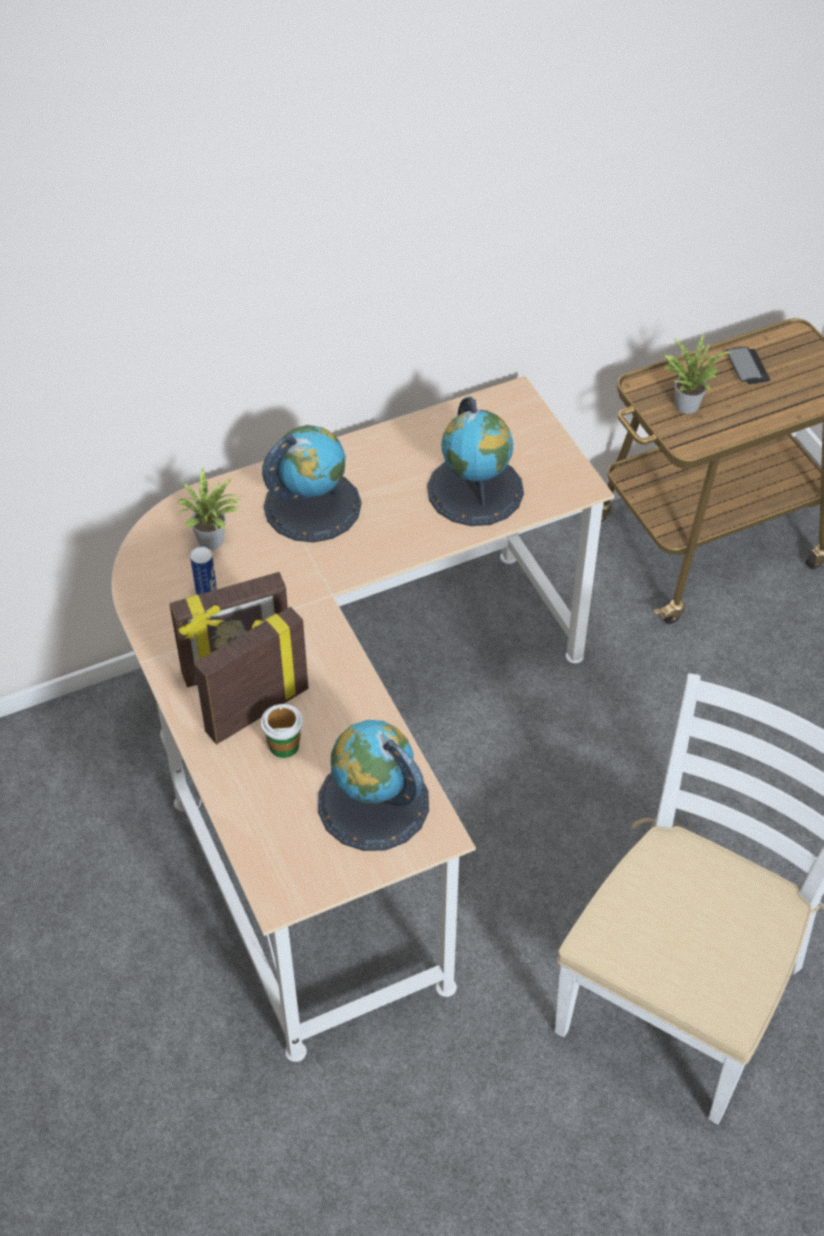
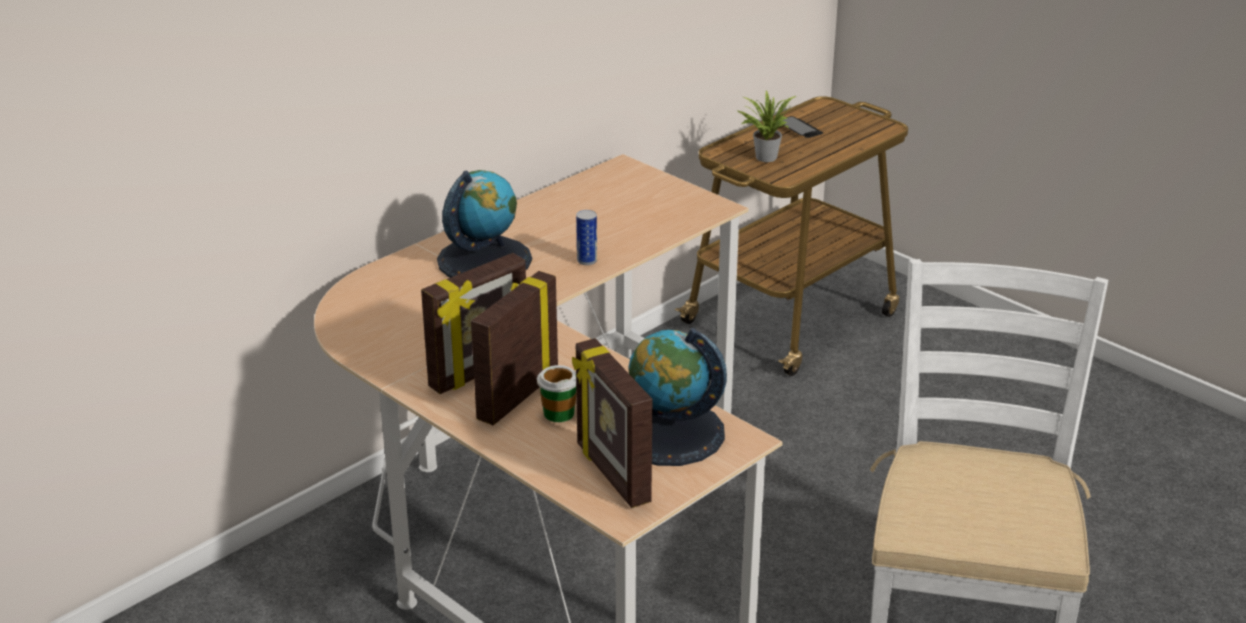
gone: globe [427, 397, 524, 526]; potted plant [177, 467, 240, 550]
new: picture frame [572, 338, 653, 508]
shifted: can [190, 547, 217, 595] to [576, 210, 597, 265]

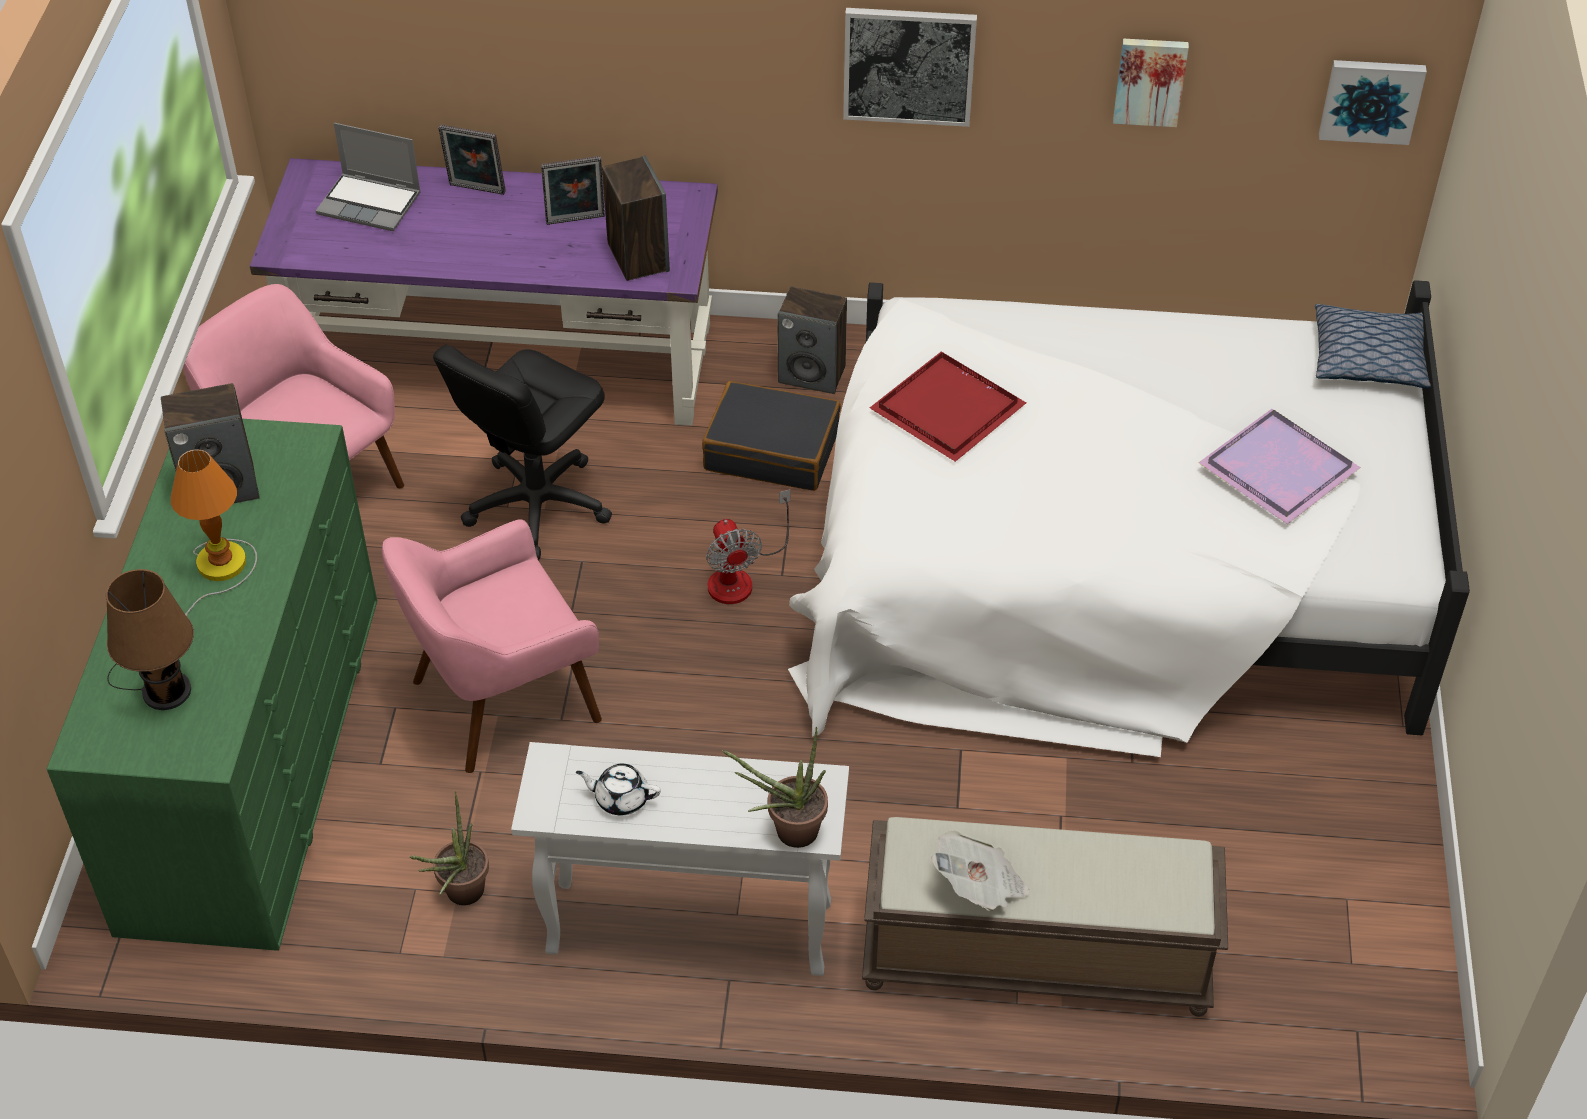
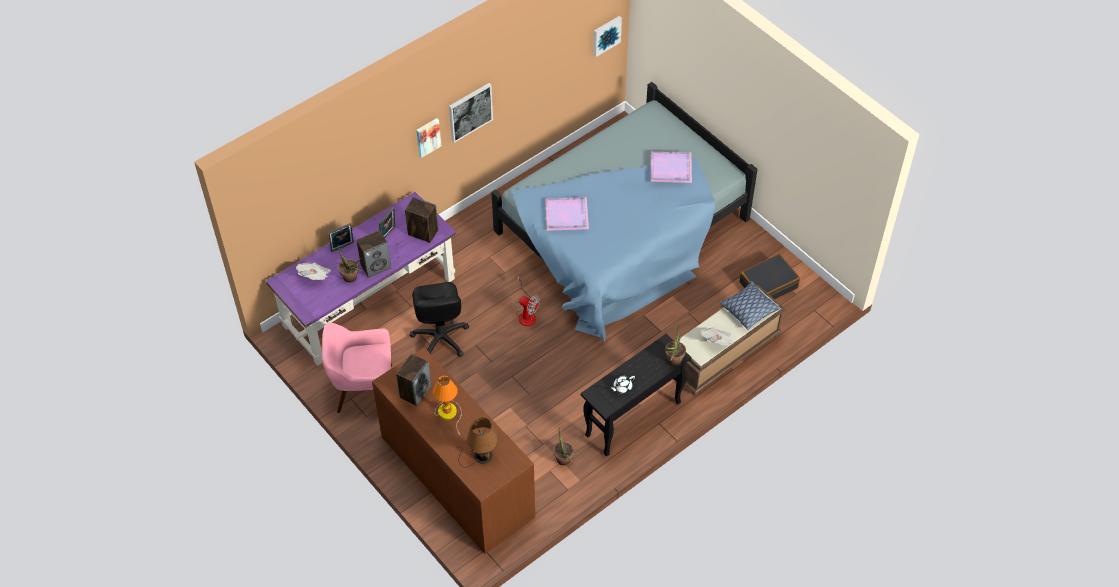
gone: armchair (pink) [382, 519, 602, 773]
new: potted plant [337, 244, 362, 283]
shifted: picture [1113, 39, 1189, 127] to [416, 118, 441, 158]; speaker [778, 287, 847, 394] to [356, 230, 391, 278]; pillow [1315, 304, 1431, 388] to [719, 281, 781, 330]; suitcase (black) [702, 381, 841, 491] to [739, 254, 800, 299]
swapped: laptop [316, 123, 421, 231] to newspaper [296, 263, 331, 280]
repainted: bed (white) [788, 280, 1470, 757] to bed (blue) [491, 82, 758, 342]; tray (red) [870, 352, 1026, 462] to tray (purple) [545, 197, 589, 231]; dresser (green) [47, 419, 377, 951] to dresser (brown) [372, 348, 535, 554]; console table (white) [511, 742, 849, 976] to console table (black) [581, 334, 692, 457]

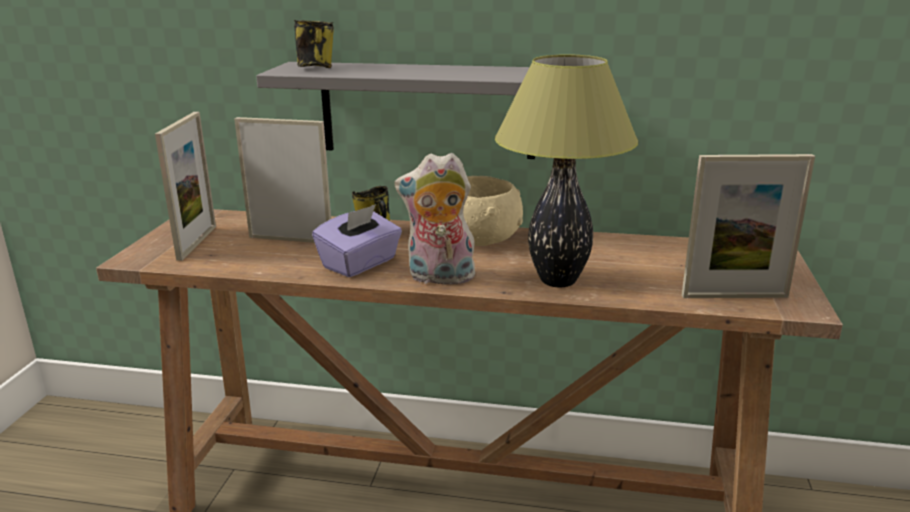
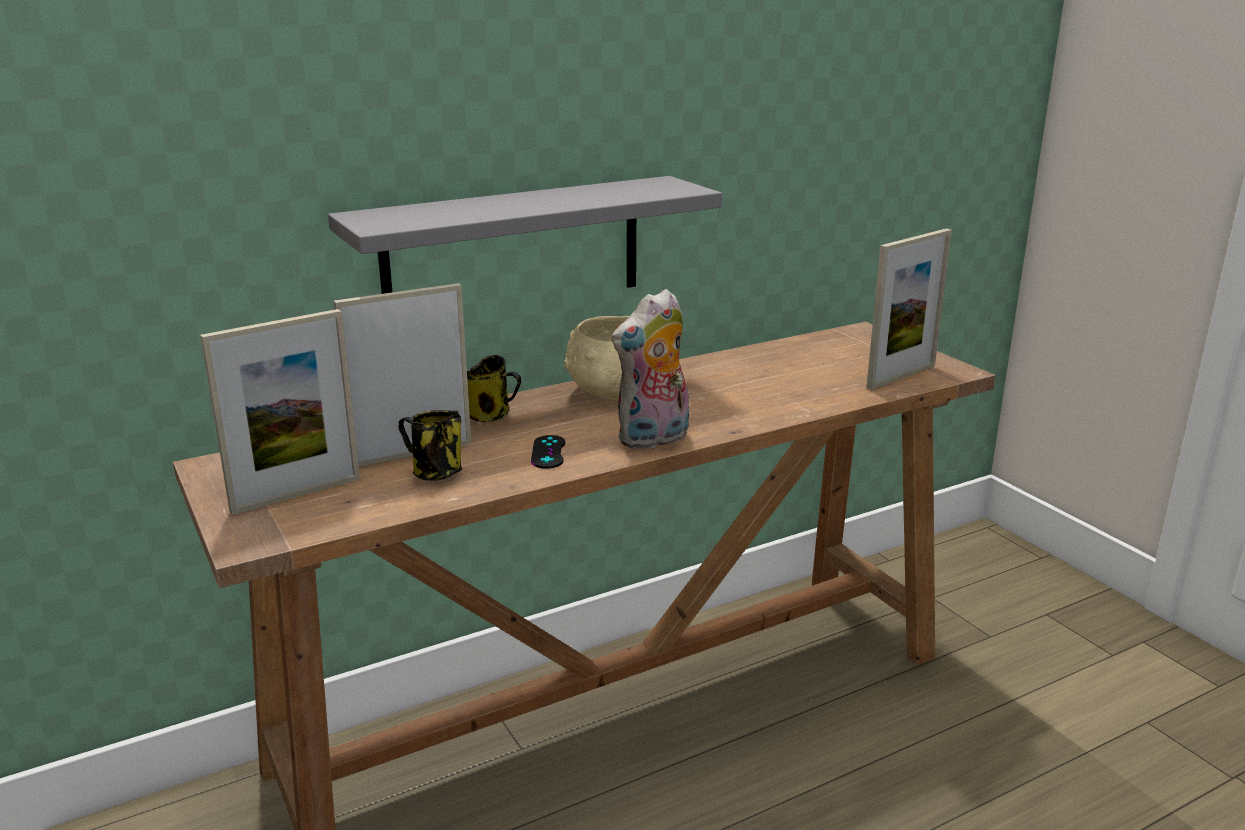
gone: table lamp [495, 54, 639, 287]
shifted: mug [294, 20, 334, 68] to [398, 410, 462, 481]
swapped: tissue box (purple) [312, 204, 402, 277] to game controller (black) [531, 435, 565, 469]
rotated: picture frame [155, 112, 216, 261] = [200, 309, 360, 515] 90 degrees clockwise

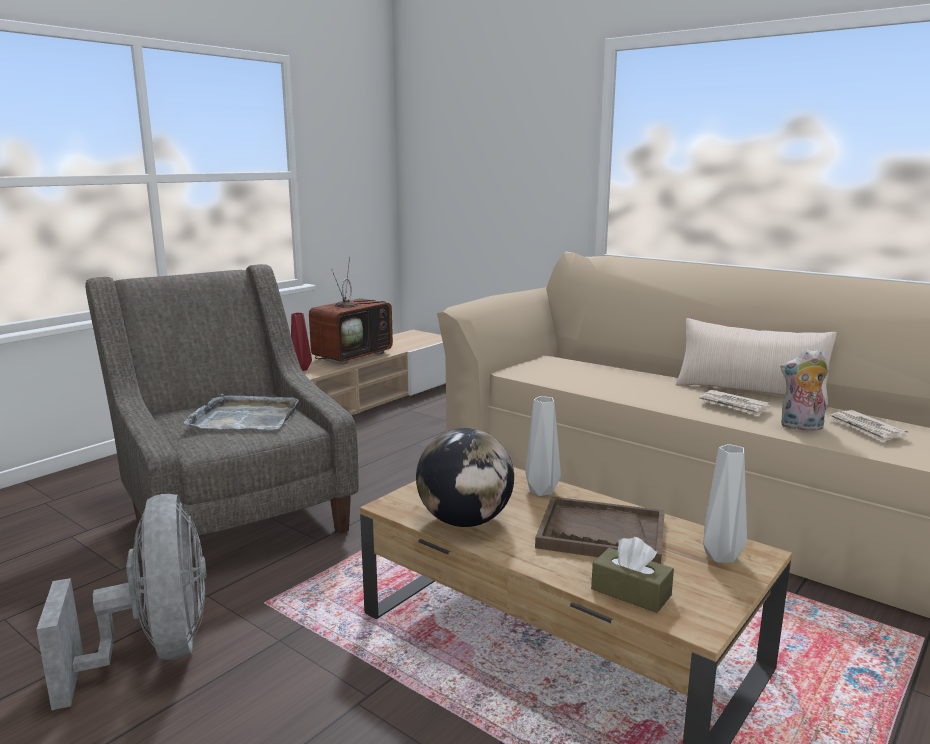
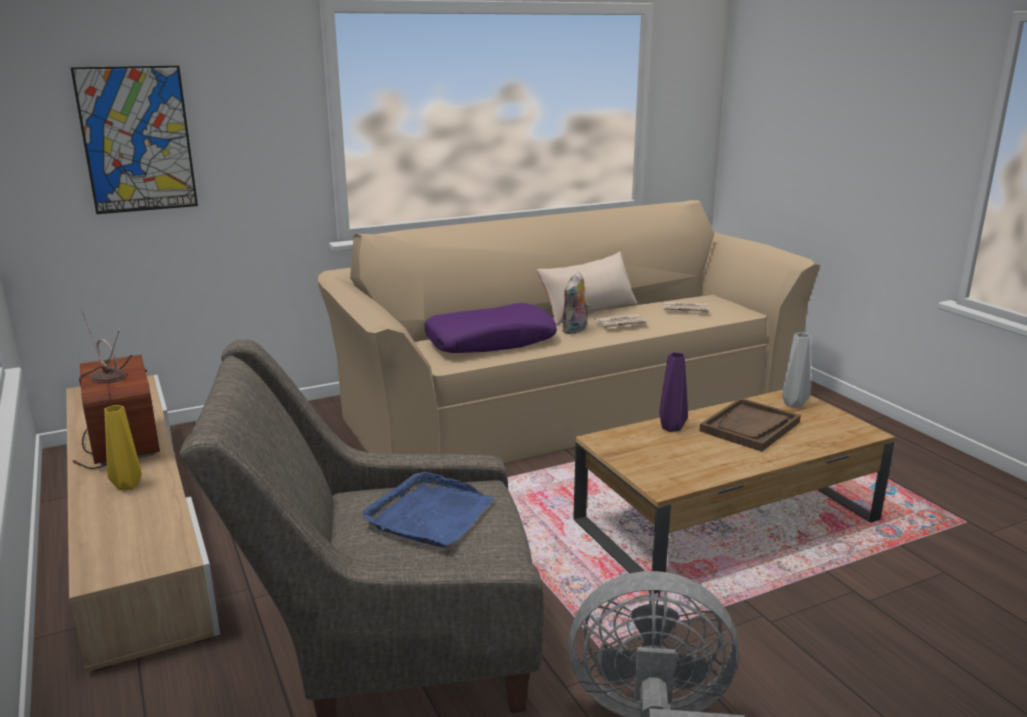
gone: globe [416, 428, 514, 527]; tissue box (brown) [591, 537, 674, 613]
new: picture [70, 66, 198, 214]; pillow (purple) [424, 303, 557, 353]
shifted: plush toy [780, 349, 829, 430] to [562, 272, 589, 334]
repainted: vase (red) [291, 313, 312, 371] to vase (yellow) [104, 405, 142, 491]; tray (grey) [184, 394, 299, 430] to tray (blue) [362, 472, 494, 548]; vase (grey) [525, 396, 561, 496] to vase (purple) [659, 352, 688, 432]

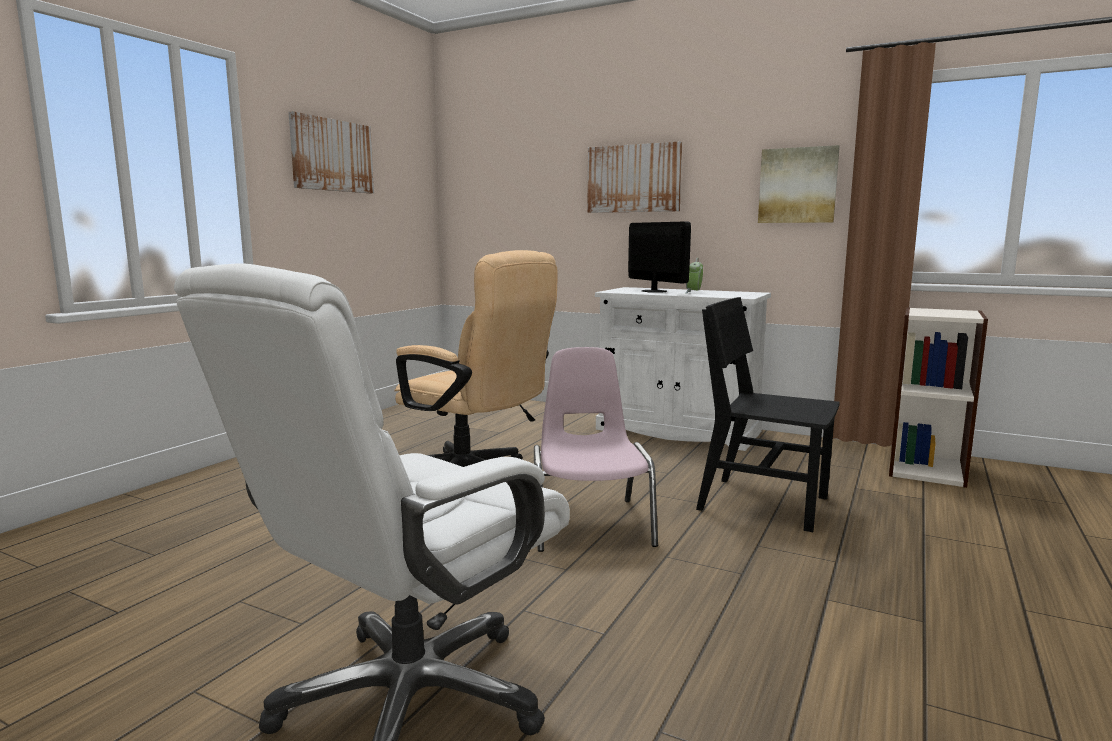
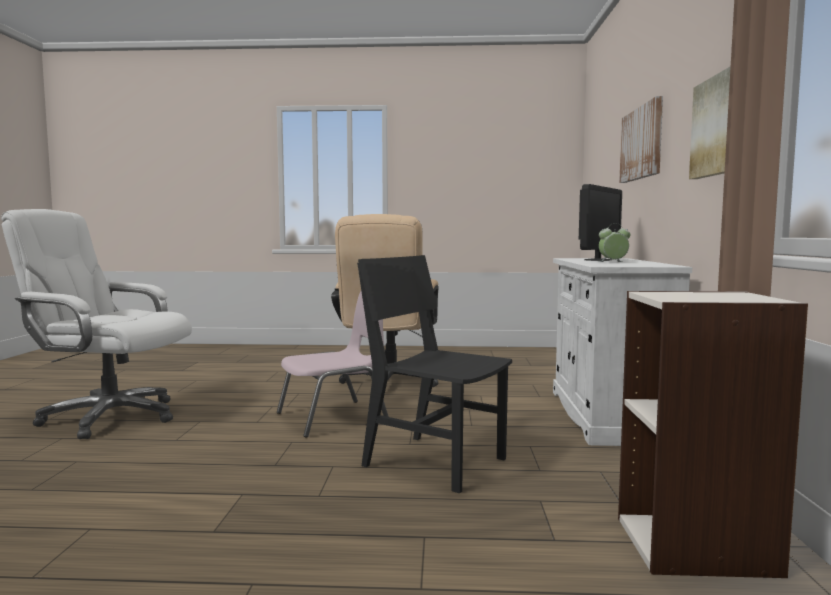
gone: picture [289, 111, 374, 193]
rotated: chair (black) [696, 297, 840, 532] = [357, 255, 512, 494] 60 degrees counterclockwise

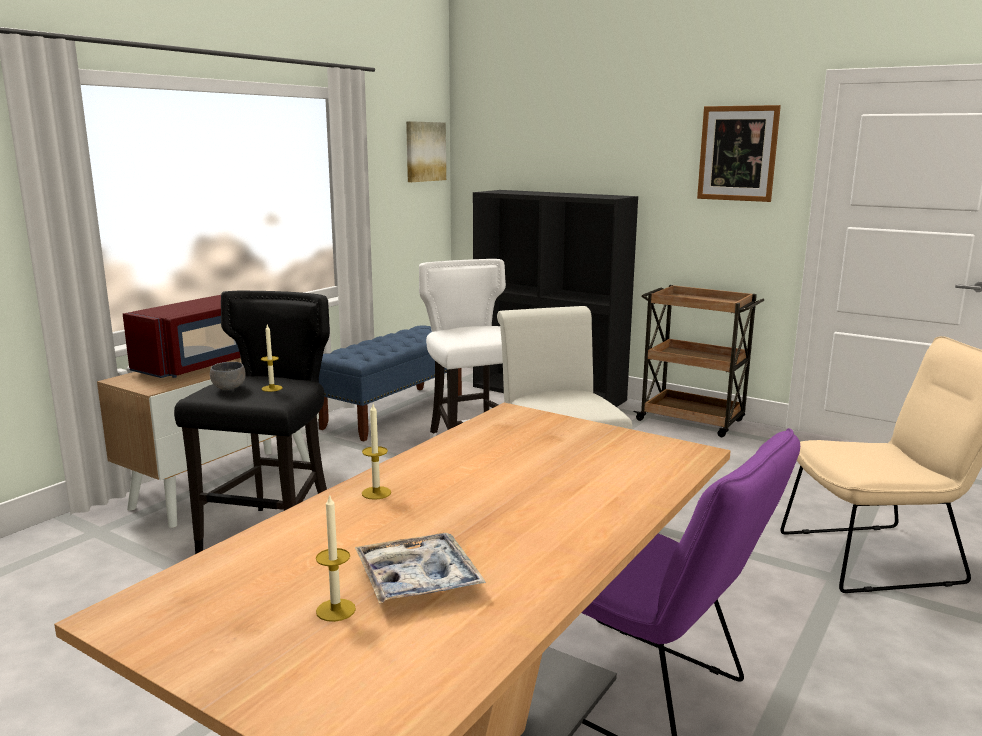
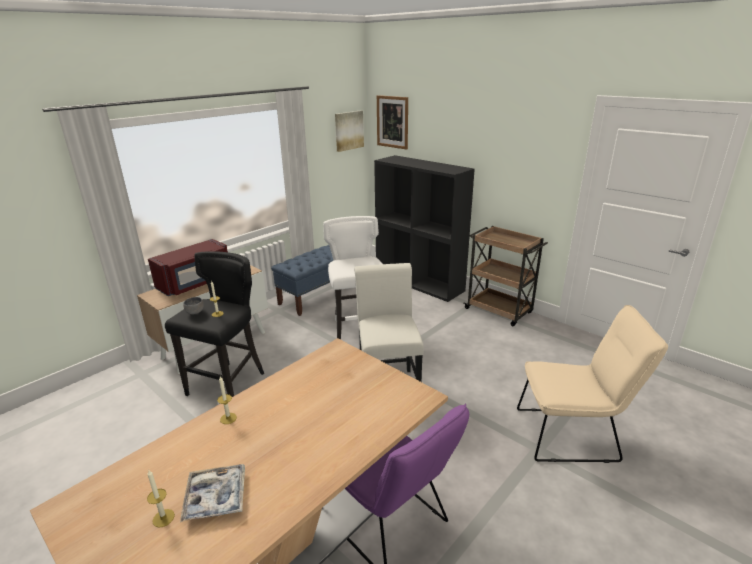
shifted: picture [697, 105, 781, 202] to [377, 95, 408, 150]

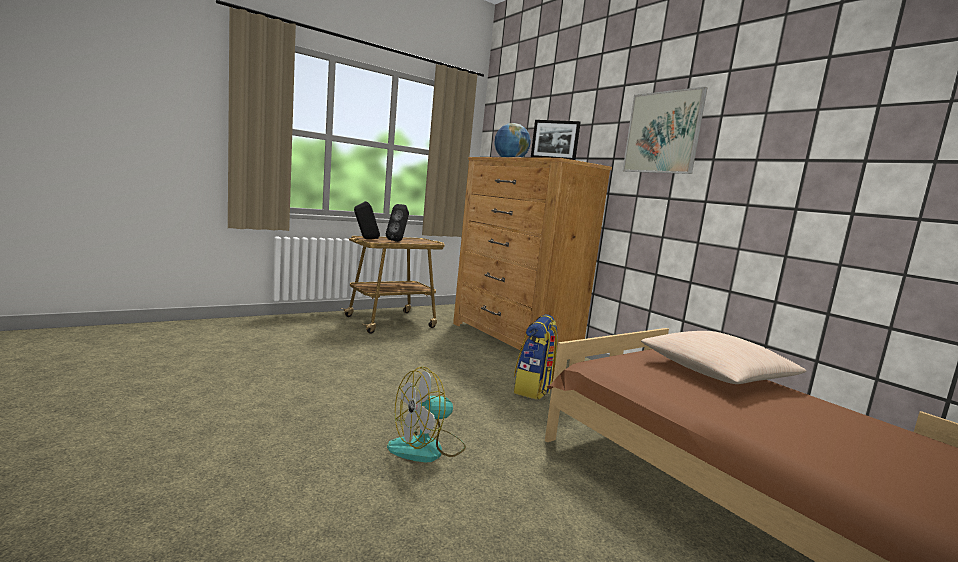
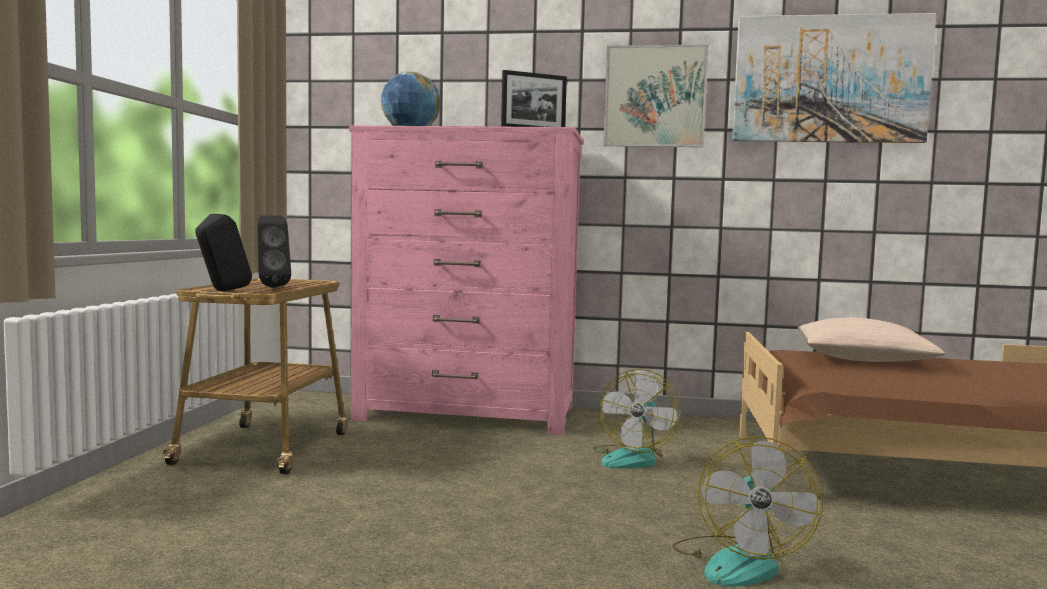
new: picture [732, 13, 936, 143]
swapped: backpack [514, 314, 558, 400] to fan [593, 369, 681, 469]
repainted: dresser (brown) [453, 157, 612, 350] to dresser (pink) [349, 126, 584, 435]

